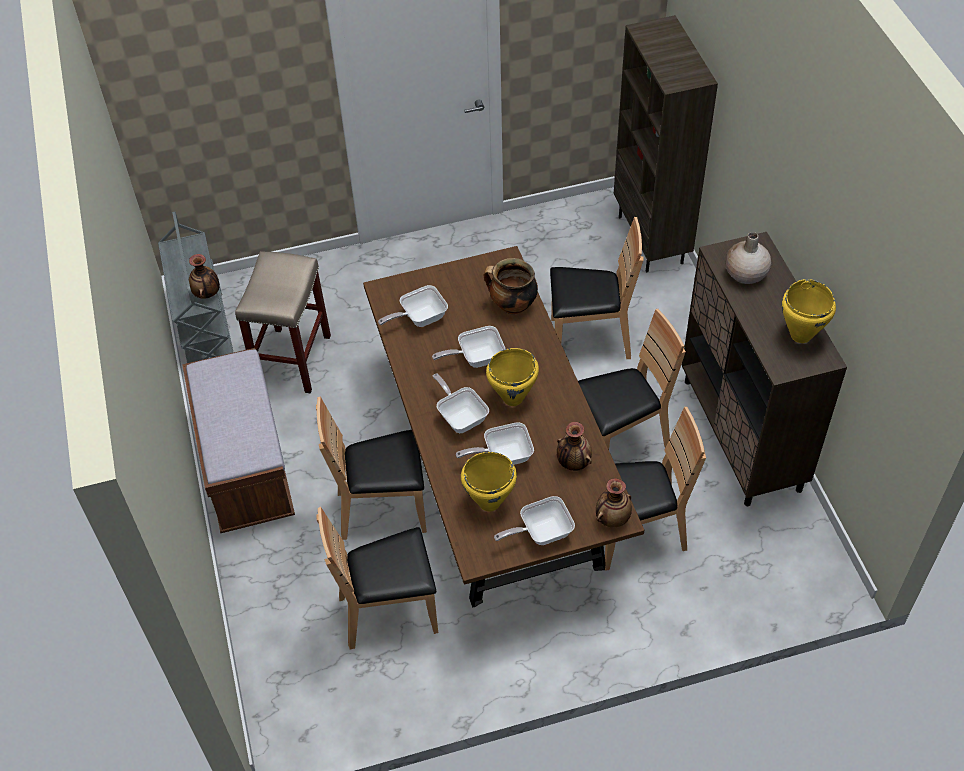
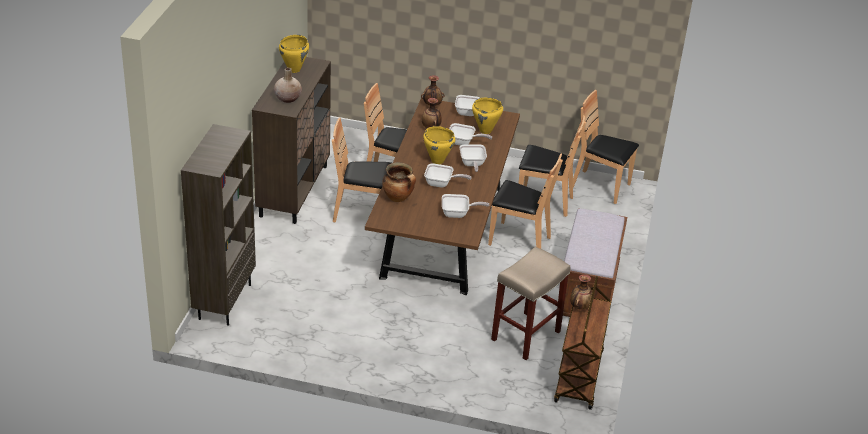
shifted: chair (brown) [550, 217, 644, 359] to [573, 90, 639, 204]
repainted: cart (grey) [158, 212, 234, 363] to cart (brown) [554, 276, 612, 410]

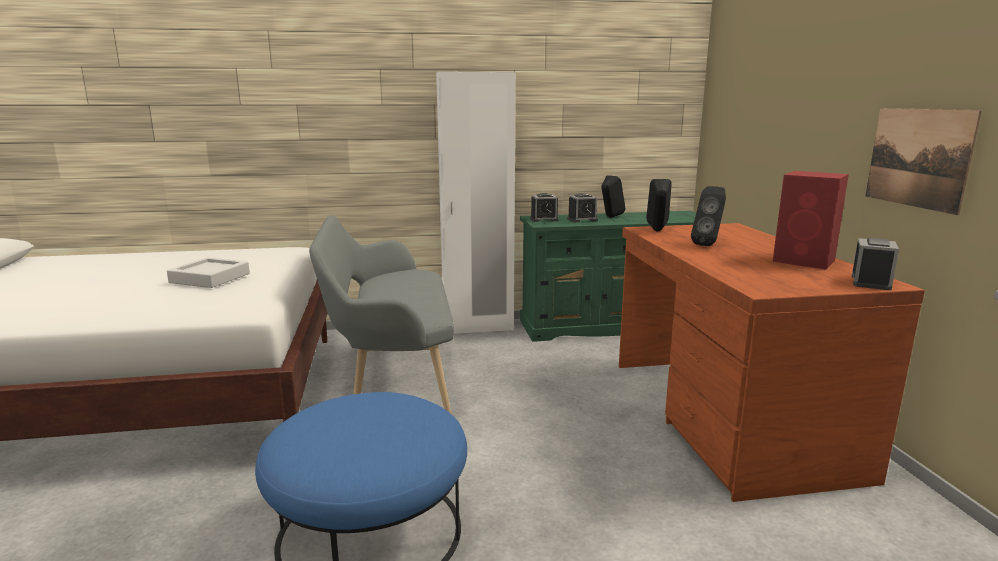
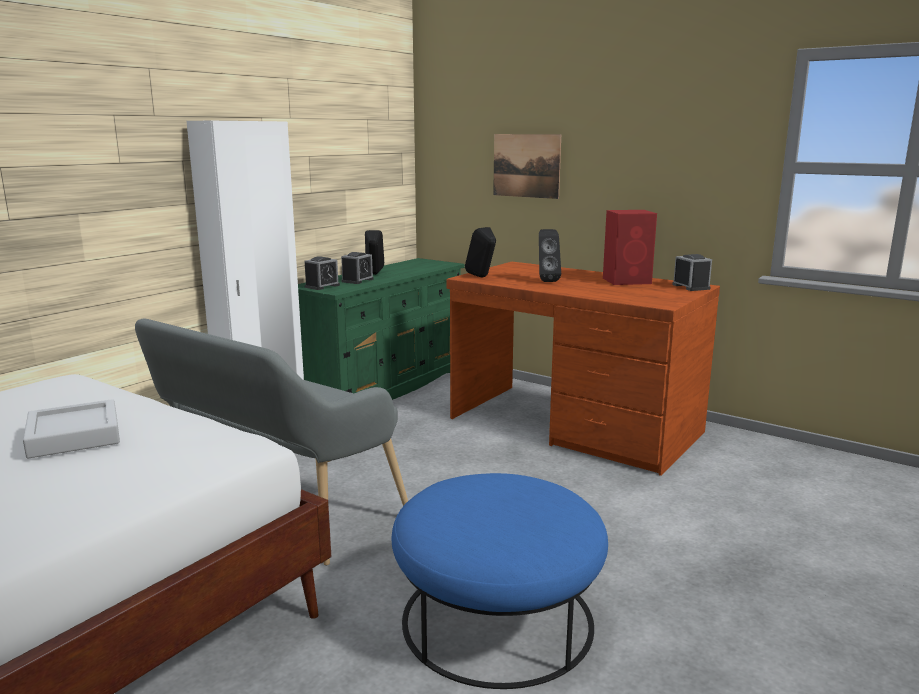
shifted: picture [865, 108, 982, 215] to [493, 134, 561, 199]

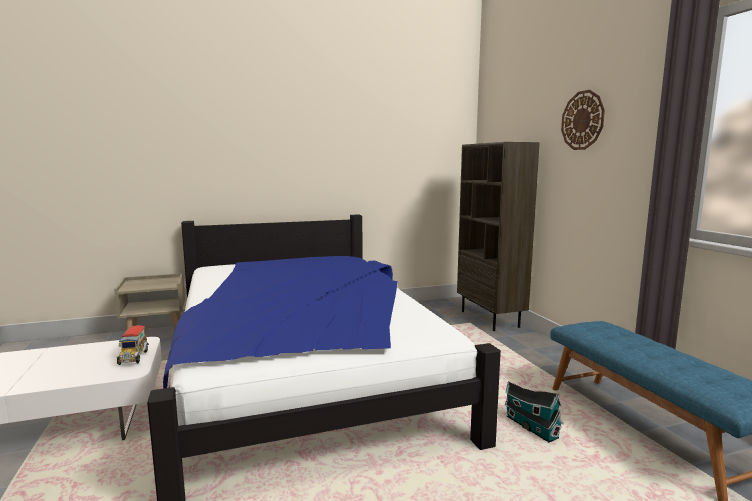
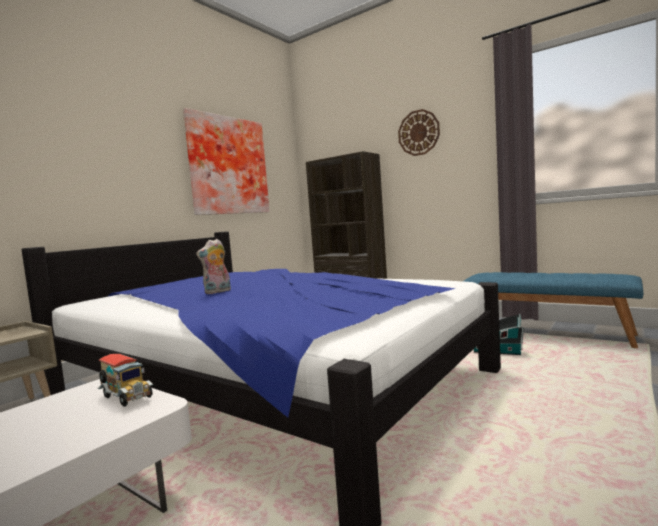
new: picture [183, 108, 270, 215]; plush toy [196, 239, 231, 294]

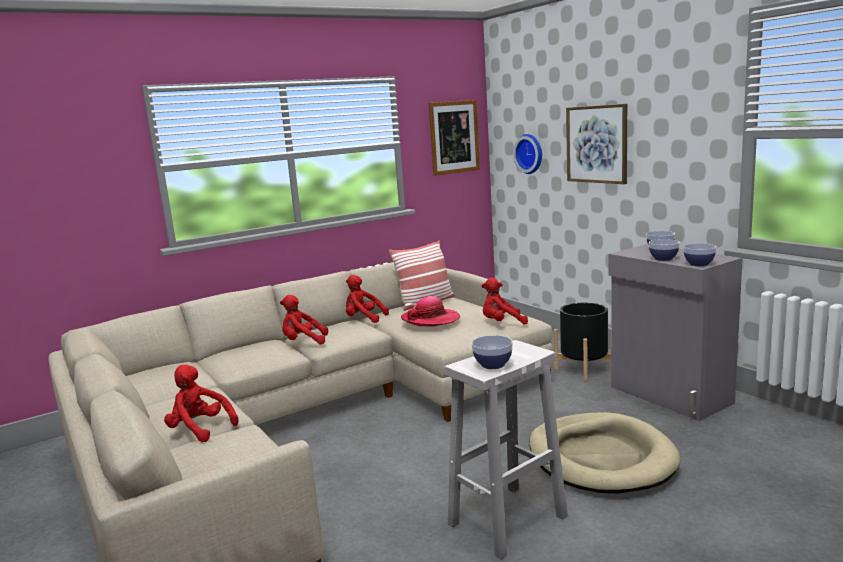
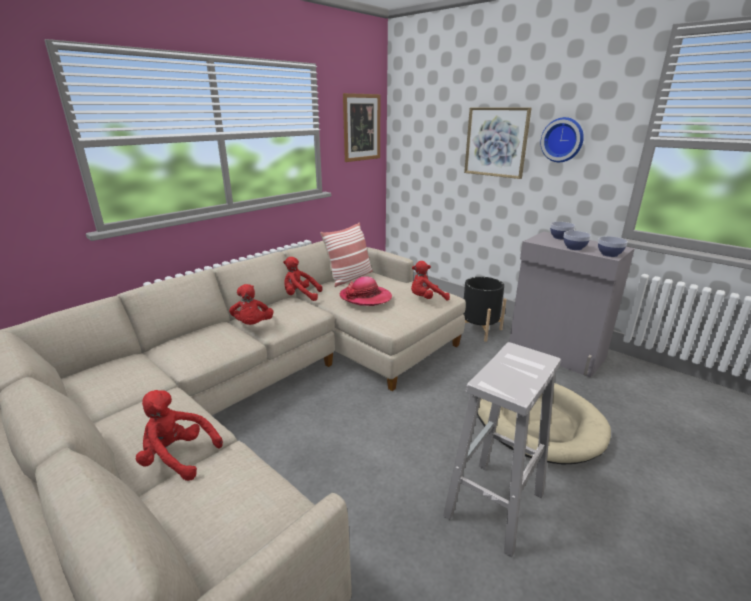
gone: bowl [472, 335, 513, 369]
shifted: wall clock [513, 134, 542, 174] to [541, 117, 584, 162]
rotated: plush toy (red) [280, 295, 328, 344] = [229, 284, 274, 325] 90 degrees counterclockwise

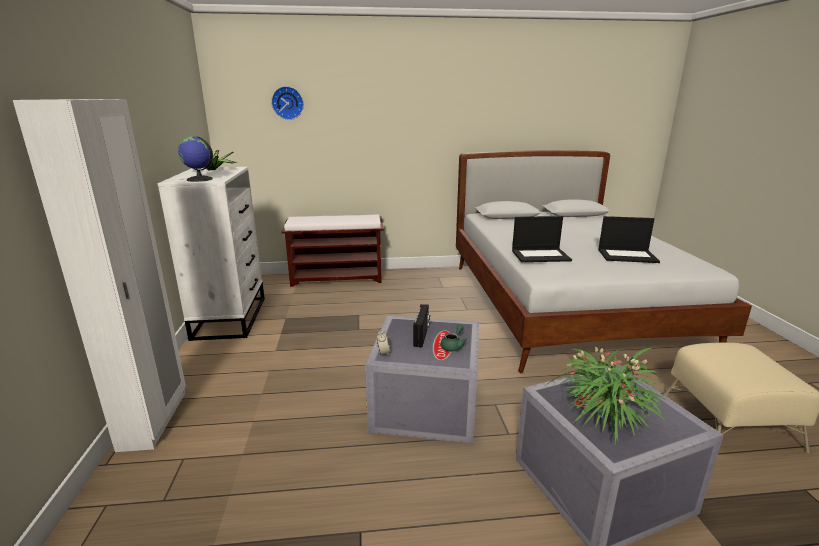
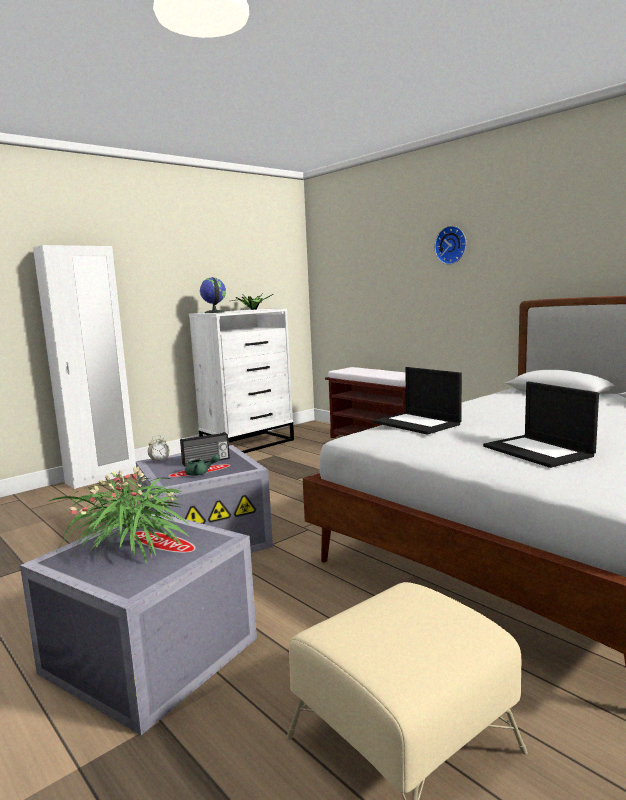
shifted: wall clock [271, 86, 304, 120] to [435, 226, 466, 264]

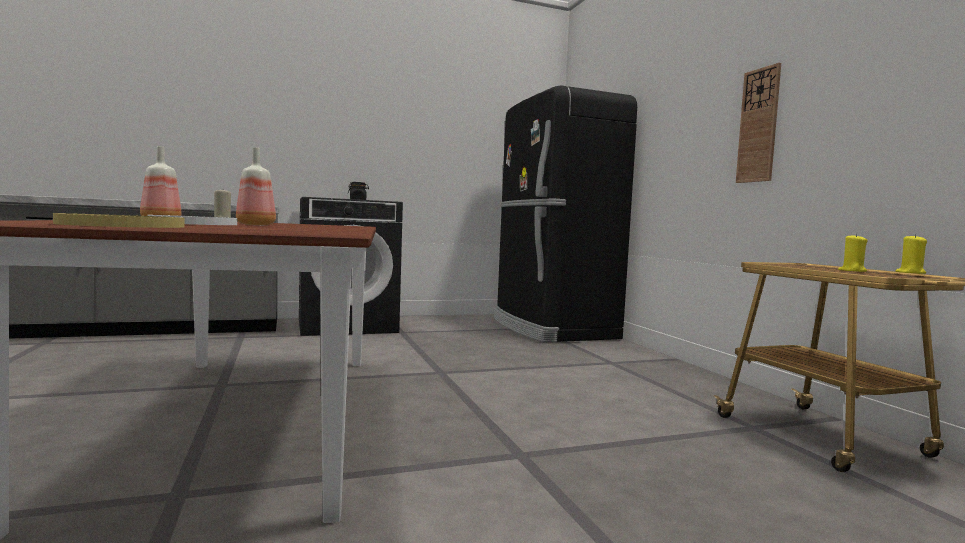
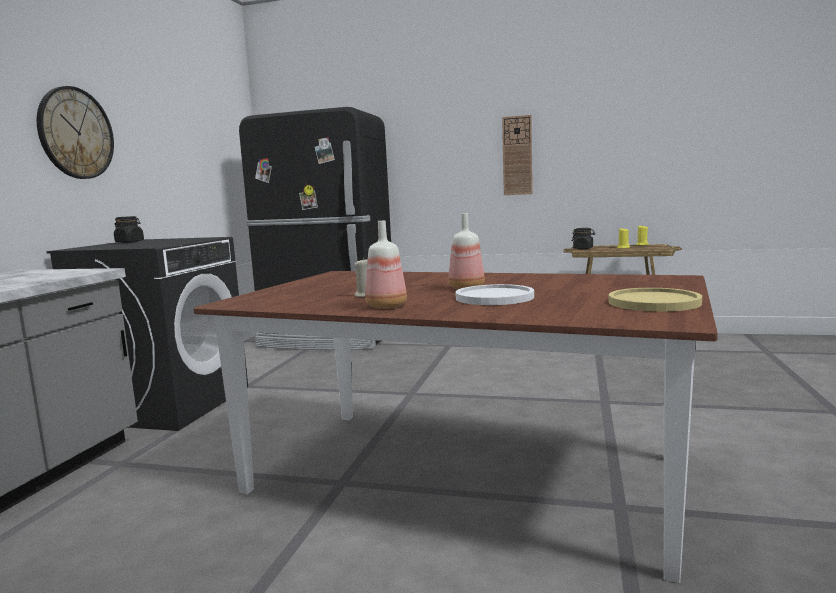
new: wall clock [37, 86, 114, 179]; jar (black) [572, 228, 595, 249]

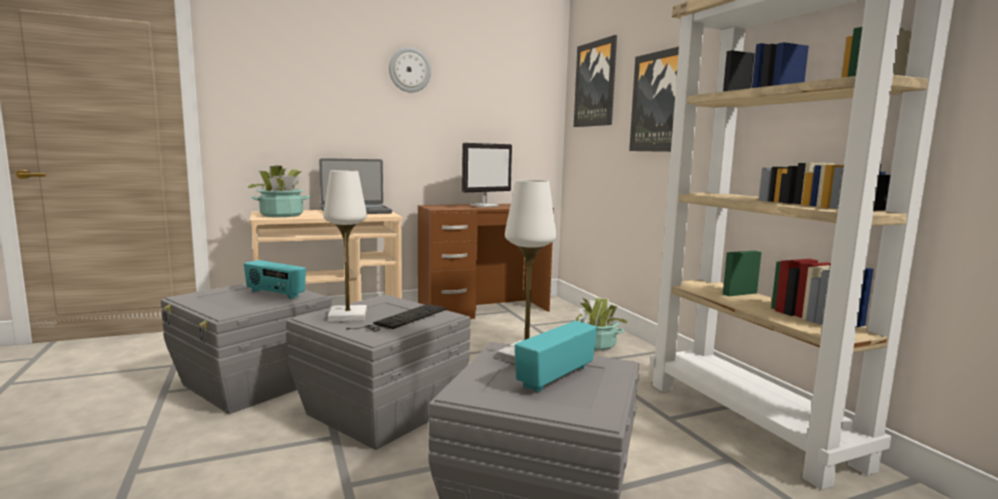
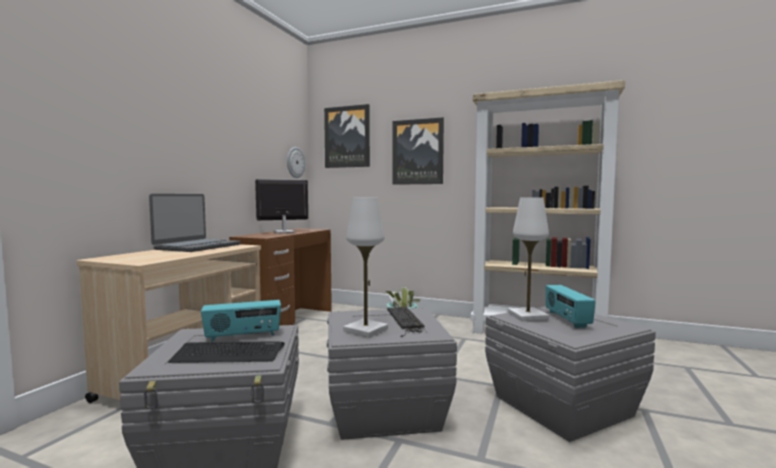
gone: potted plant [246, 166, 310, 217]
new: keyboard [168, 341, 285, 363]
shifted: wall clock [389, 47, 431, 92] to [287, 147, 305, 178]
rotated: monitor [462, 143, 512, 207] = [255, 179, 308, 233] 120 degrees counterclockwise

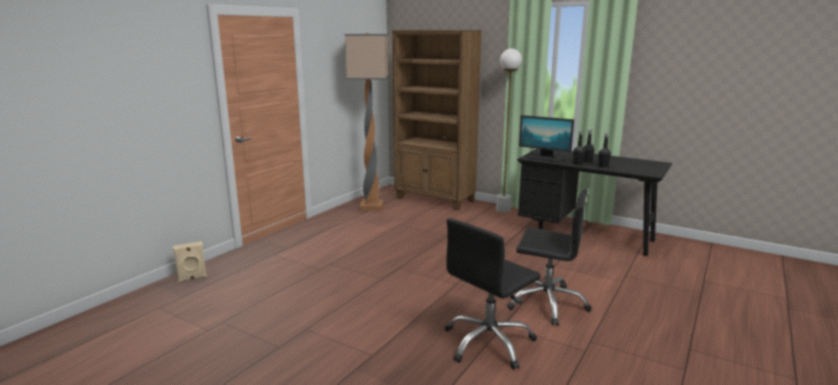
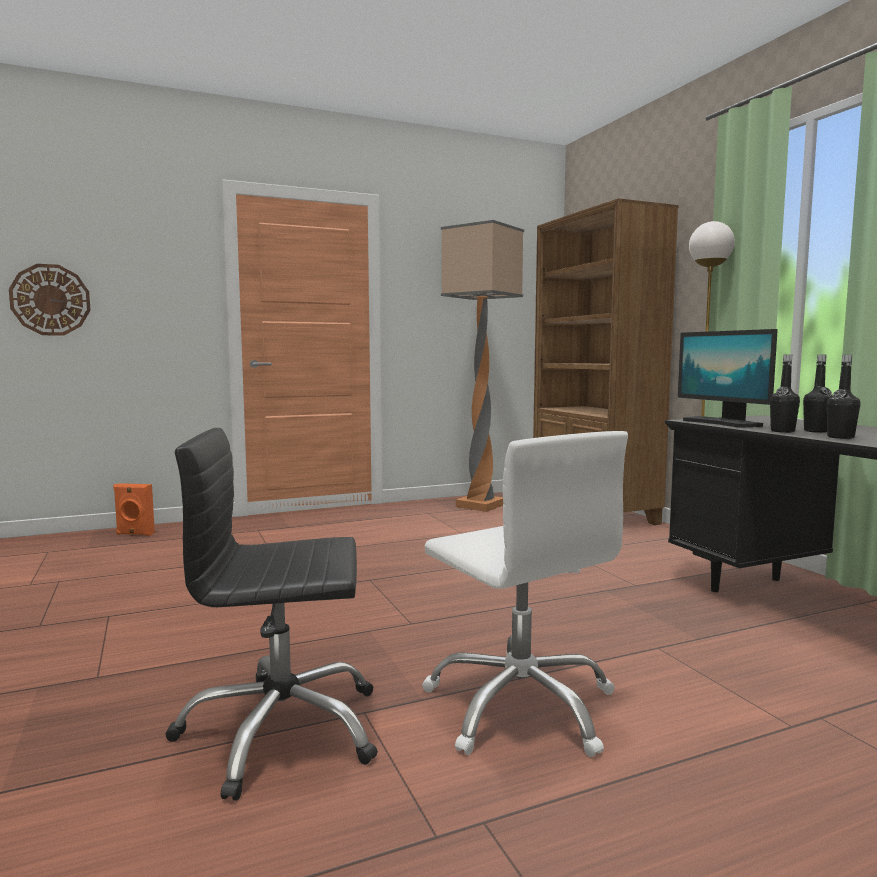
new: wall clock [9, 264, 91, 336]
repainted: office chair (black) [507, 189, 592, 325] to office chair (white) [422, 431, 628, 757]; speaker (beige) [173, 241, 207, 282] to speaker (orange) [113, 483, 155, 536]

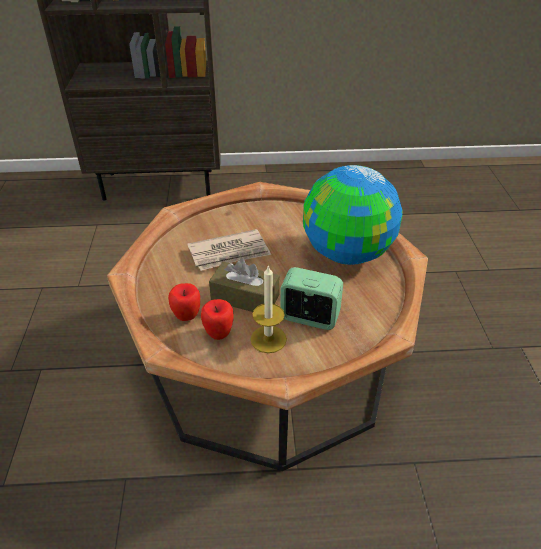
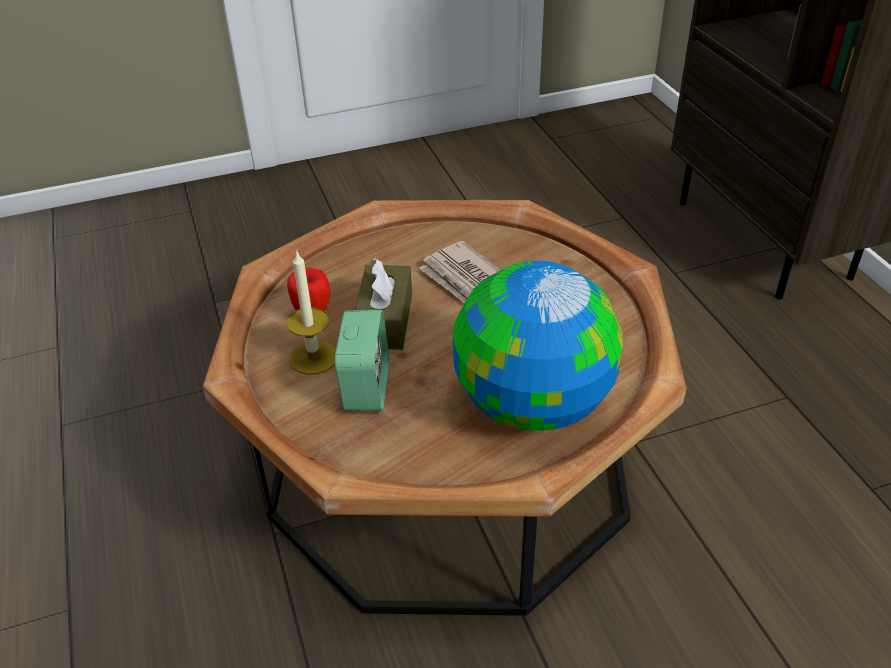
gone: apple [168, 283, 200, 321]

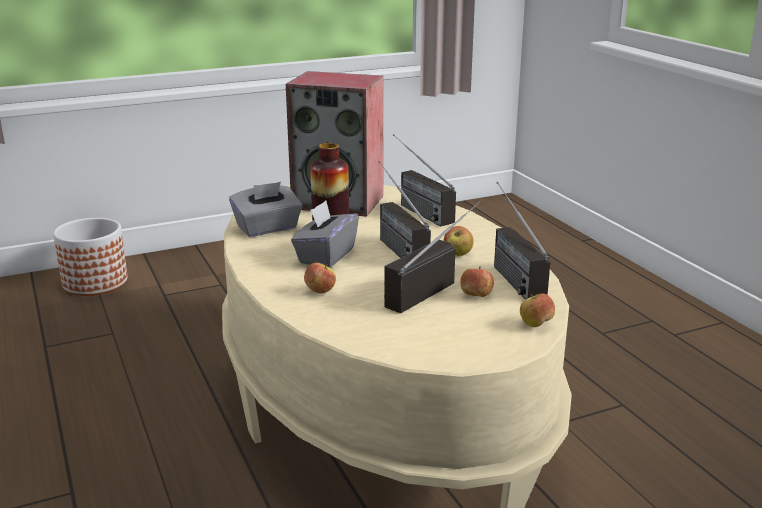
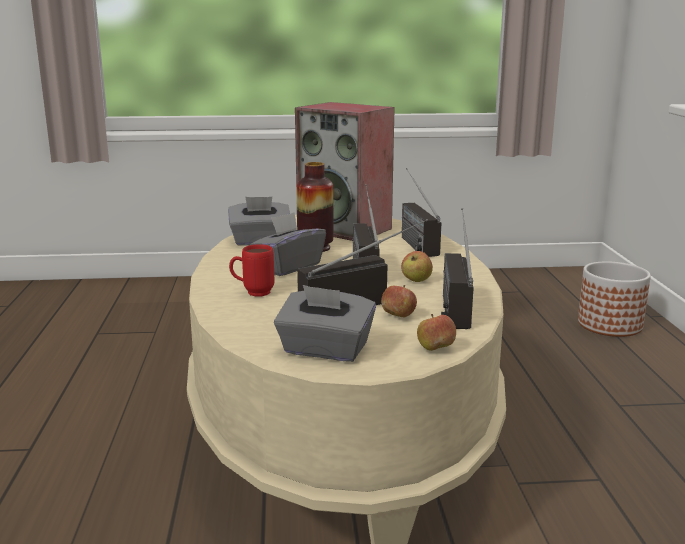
new: tissue box (grey) [274, 285, 376, 362]
shifted: planter [53, 218, 128, 296] to [578, 261, 651, 337]
swapped: apple [304, 263, 336, 294] to mug (red) [229, 244, 274, 297]

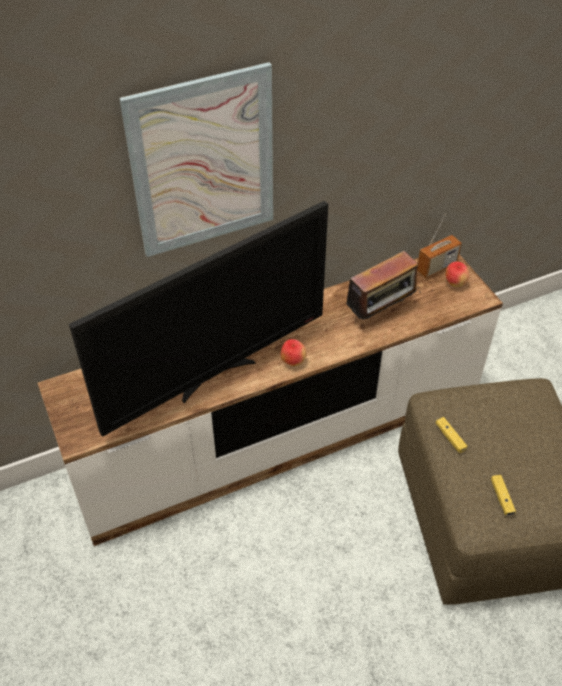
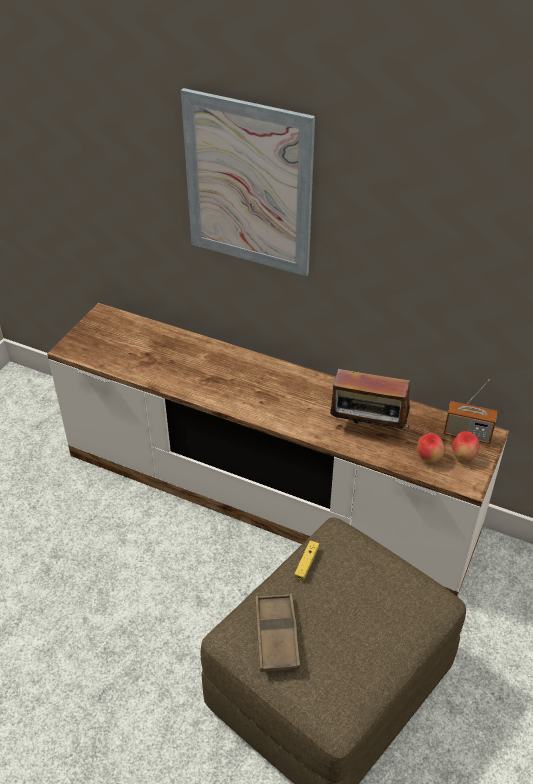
gone: television [69, 201, 328, 437]
shifted: apple [281, 339, 307, 366] to [417, 433, 444, 463]
swapped: game controller (yellow) [491, 475, 516, 515] to tray (brown) [255, 593, 300, 672]

